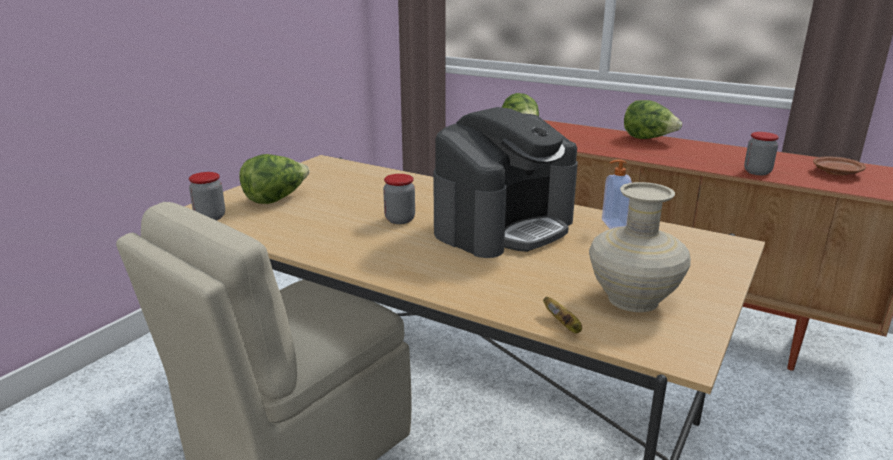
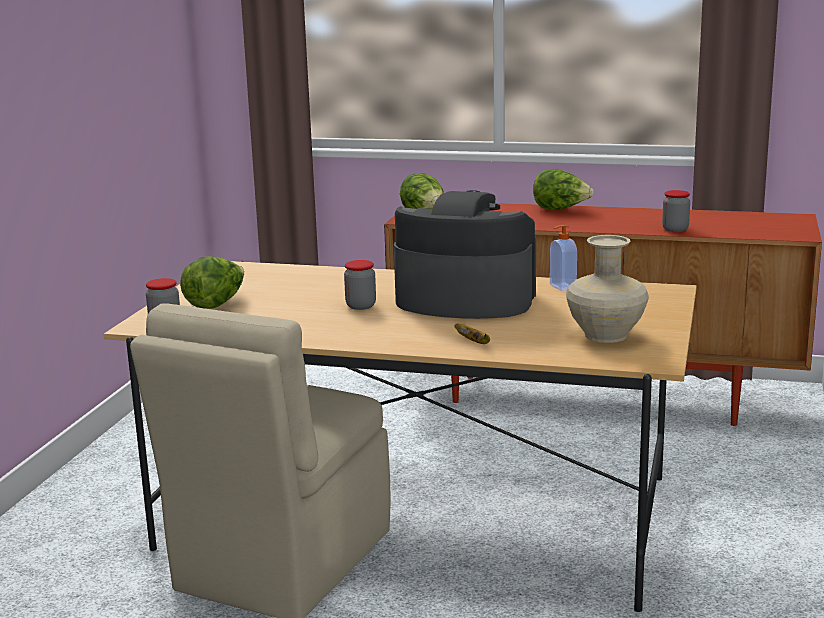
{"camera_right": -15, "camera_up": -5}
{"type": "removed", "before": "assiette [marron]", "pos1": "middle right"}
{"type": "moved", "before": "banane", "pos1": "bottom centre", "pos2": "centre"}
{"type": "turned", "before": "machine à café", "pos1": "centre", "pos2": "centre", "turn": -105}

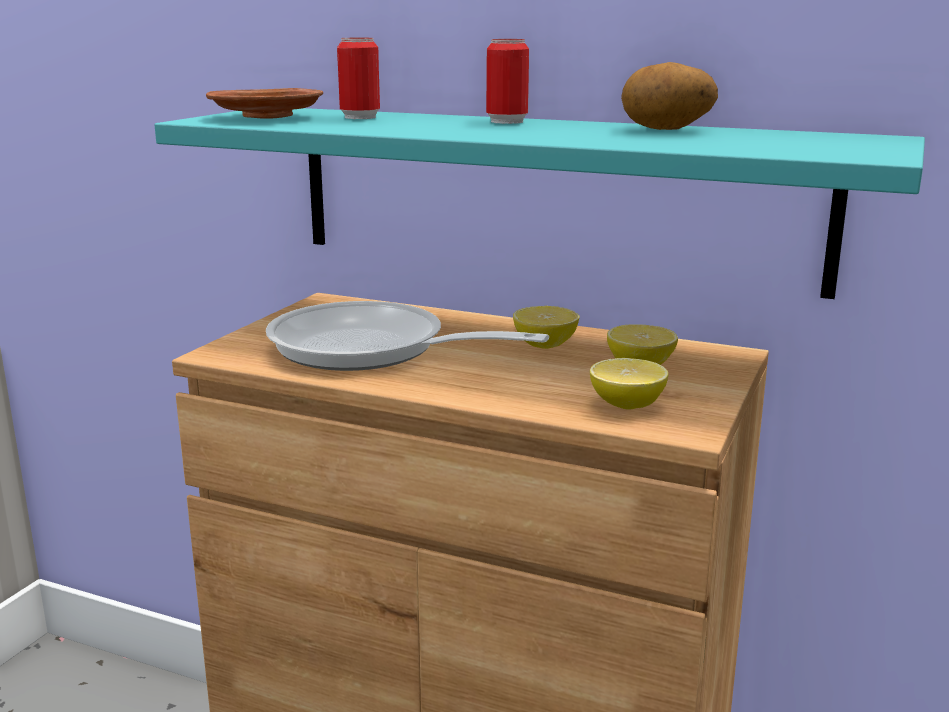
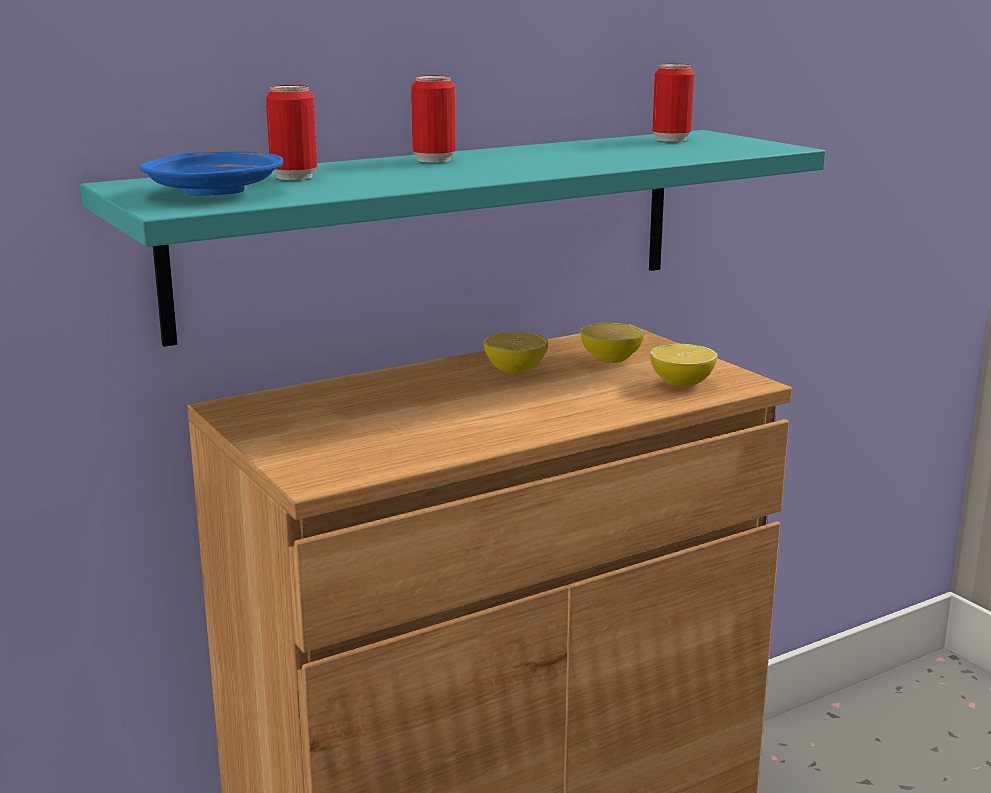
{"camera_right": -55, "camera_up": 0}
{"type": "removed", "before": "poêle", "pos1": "centre"}
{"type": "removed", "before": "pomme de terre", "pos1": "top right"}
{"type": "added", "after": "boîte métallique (3rd from left)", "pos2": "top right"}
{"type": "recoloured", "before": "assiette [marron]", "after": "assiette [bleu]", "pos1": "top left", "pos2": "top left"}

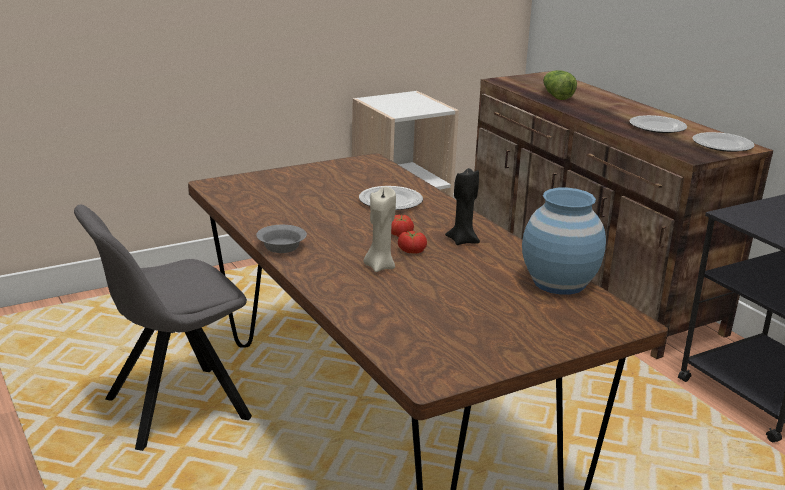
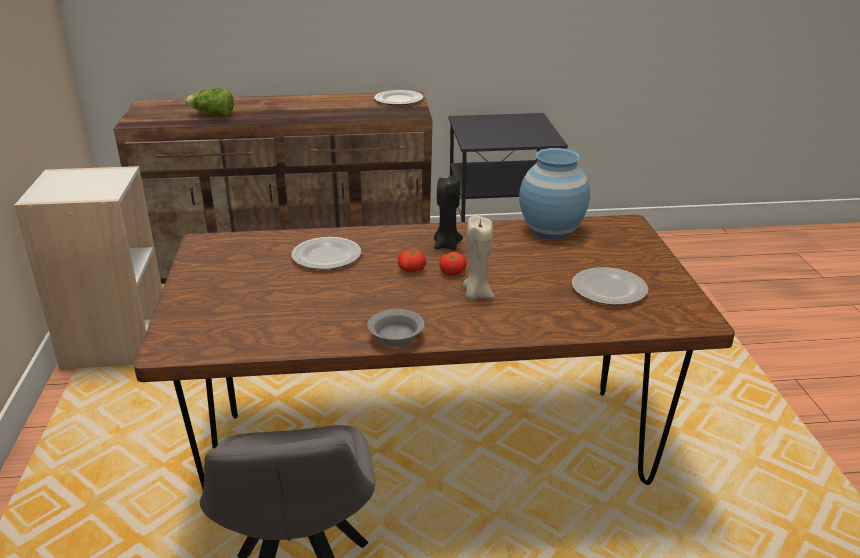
{"camera_right": -65, "camera_up": 5}
{"type": "moved", "before": "assiette (2nd from left in the first image)", "after": "assiette (3rd from left)", "pos1": "top right", "pos2": "middle right"}

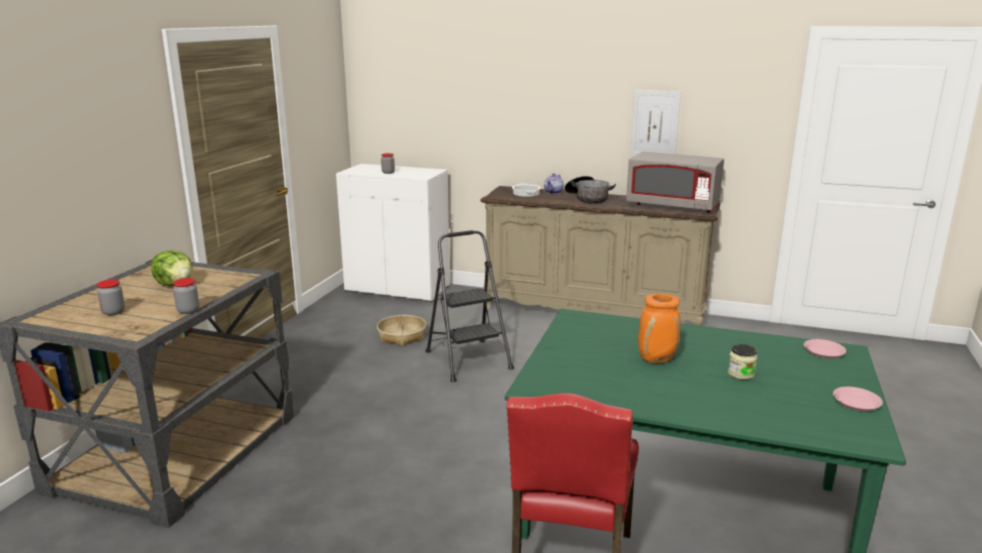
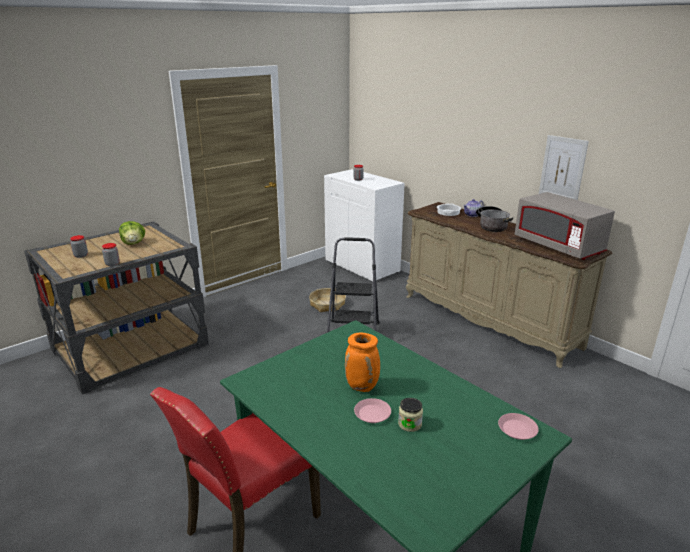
{"camera_right": 30, "camera_up": 5}
{"type": "moved", "before": "assiette [rose] (2nd from left in the first image)", "after": "assiette [rose] (1st from left)", "pos1": "bottom right", "pos2": "bottom centre"}

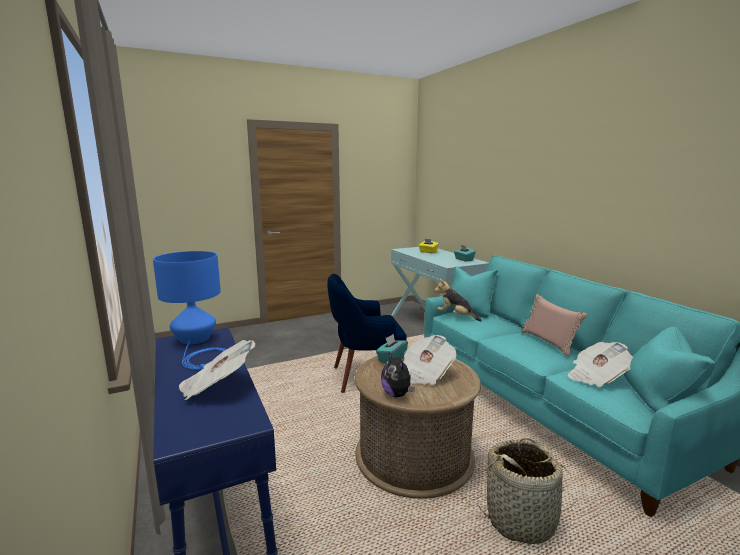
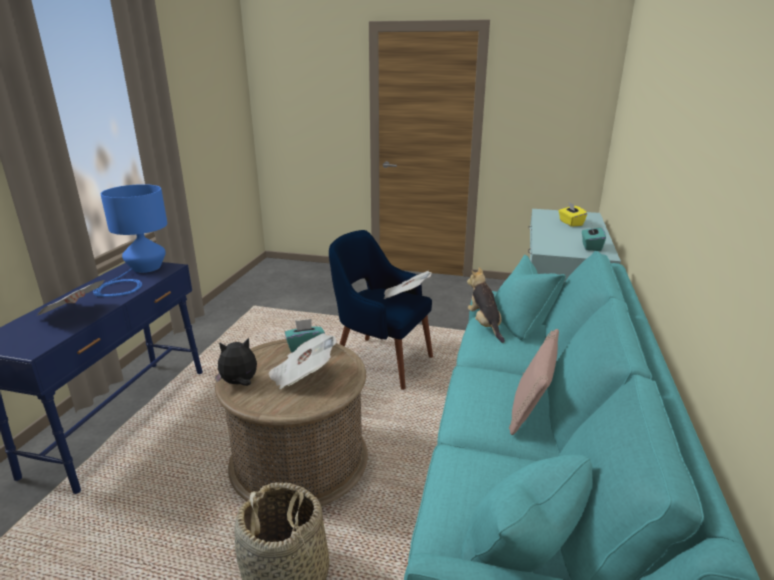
{"camera_right": 40, "camera_up": 10}
{"type": "moved", "before": "journal (3rd from left)", "pos1": "middle right", "pos2": "centre"}
{"type": "turned", "before": "peluche (1st from left)", "pos1": "bottom centre", "pos2": "middle left", "turn": 60}

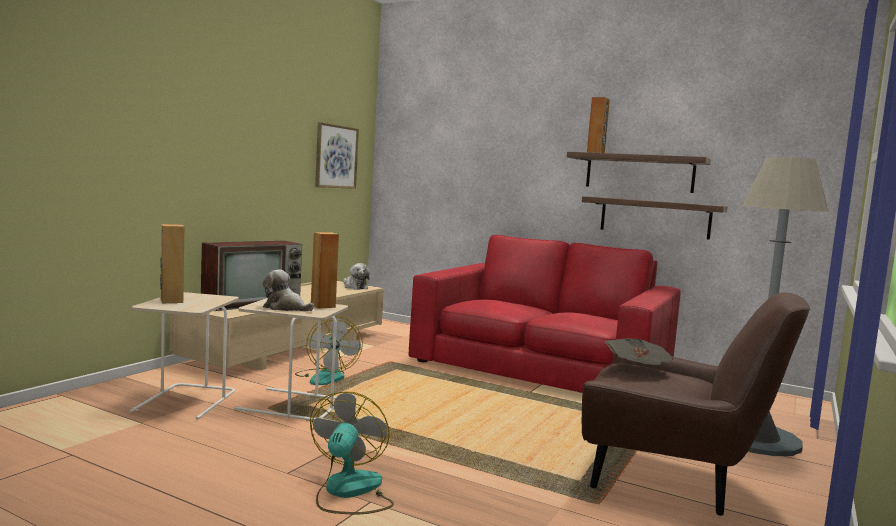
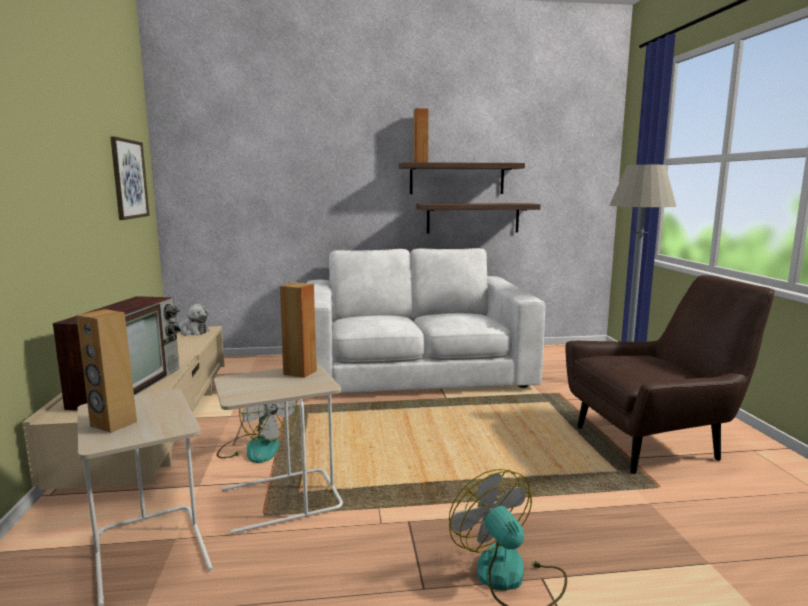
{"camera_right": -35, "camera_up": 5}
{"type": "removed", "before": "peluche (1st from left)", "pos1": "middle left"}
{"type": "removed", "before": "journal", "pos1": "bottom right"}
{"type": "recoloured", "before": "canapé [rouge]", "after": "canapé [blanc]", "pos1": "centre", "pos2": "centre"}

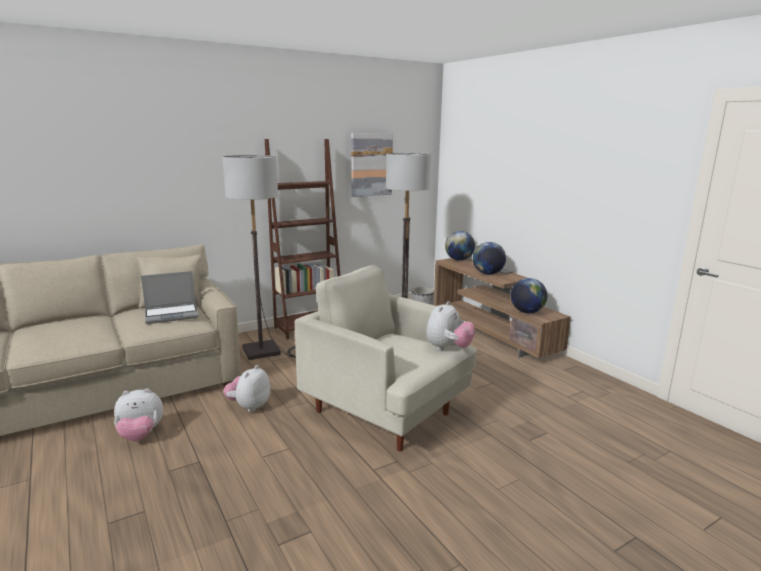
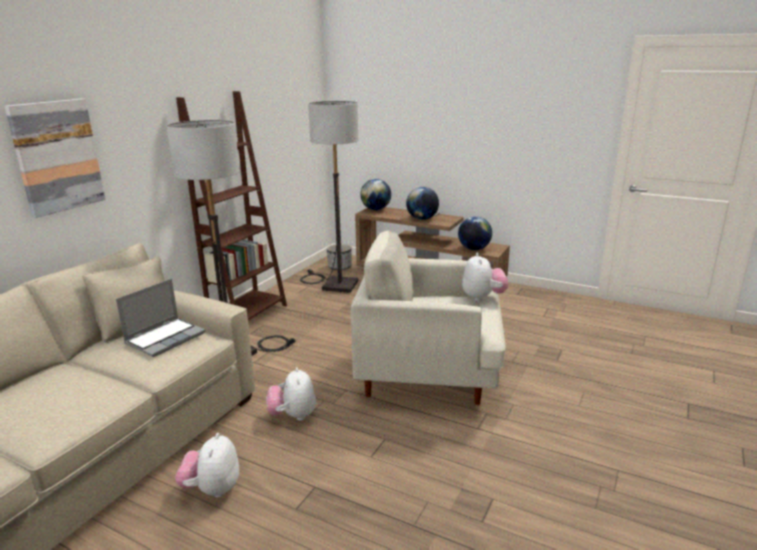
{"camera_right": -30, "camera_up": 5}
{"type": "moved", "before": "tableau", "pos1": "top centre", "pos2": "top left"}
{"type": "turned", "before": "peluche (1st from left)", "pos1": "bottom left", "pos2": "bottom left", "turn": 135}

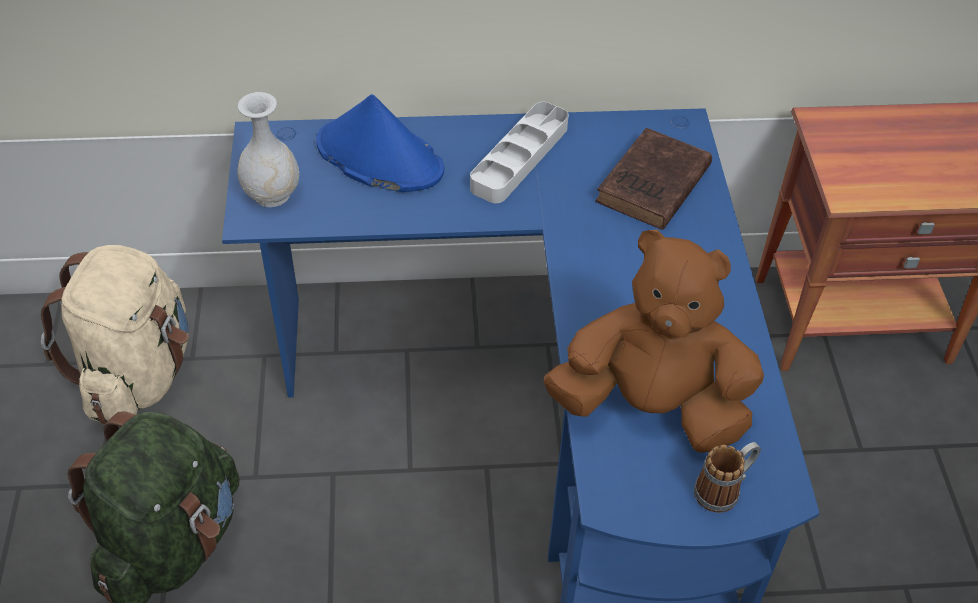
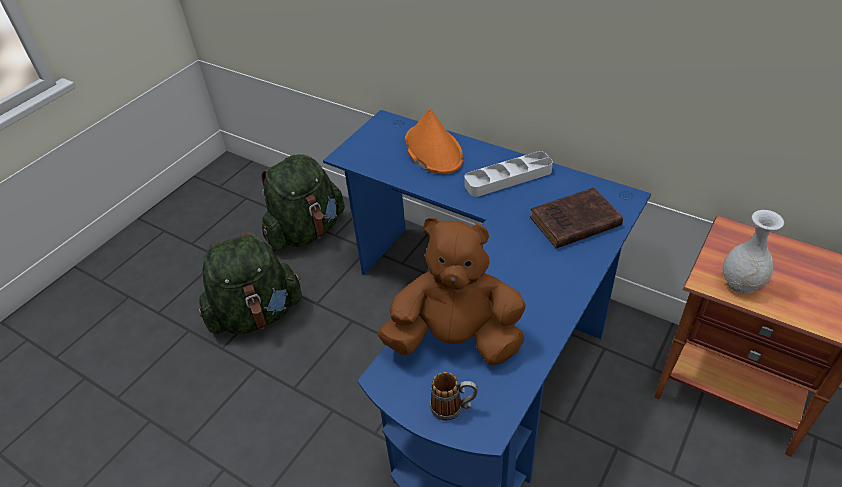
{"camera_right": 40, "camera_up": -5}
{"type": "moved", "before": "vase [blanc]", "pos1": "top left", "pos2": "middle right"}
{"type": "recoloured", "before": "sac à dos [beige]", "after": "sac à dos [vert] (2nd from left)", "pos1": "middle left", "pos2": "centre"}
{"type": "recoloured", "before": "chapeau [bleu]", "after": "chapeau [orange]", "pos1": "top centre", "pos2": "top centre"}
{"type": "turned", "before": "peluche [marron]", "pos1": "middle right", "pos2": "centre", "turn": -45}

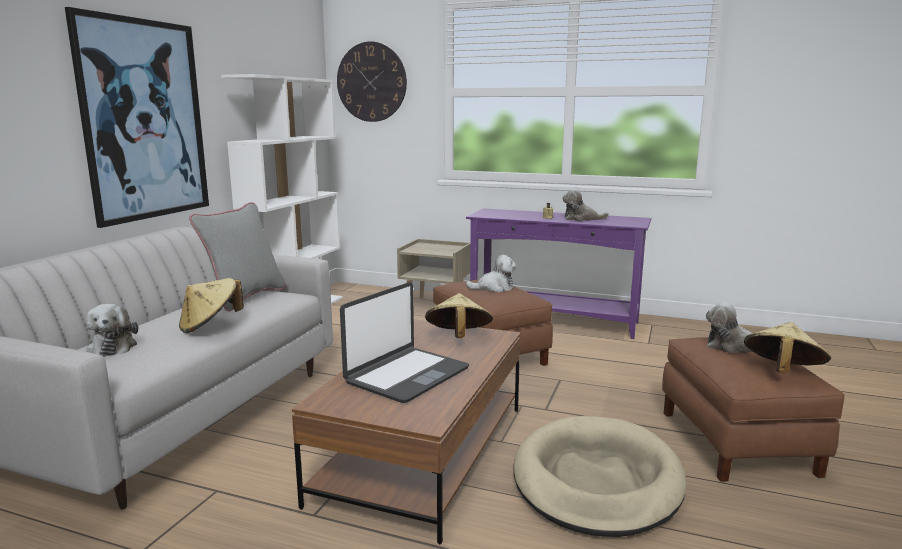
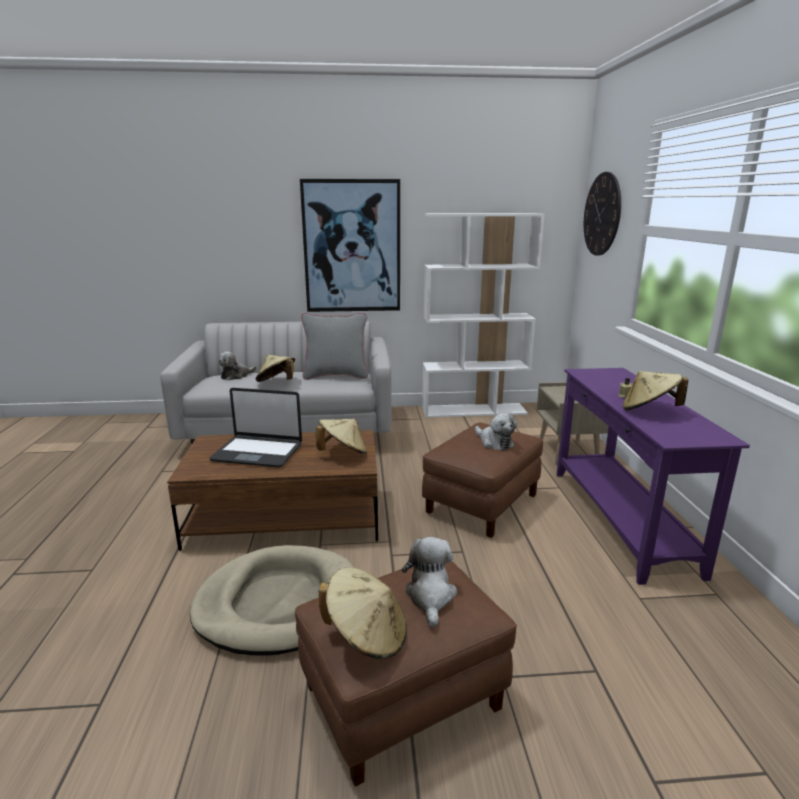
{"camera_right": 65, "camera_up": 5}
{"type": "replaced", "before": "peluche (3rd from left)", "after": "chapeau [beige] (4th from left)", "pos1": "centre", "pos2": "middle right"}

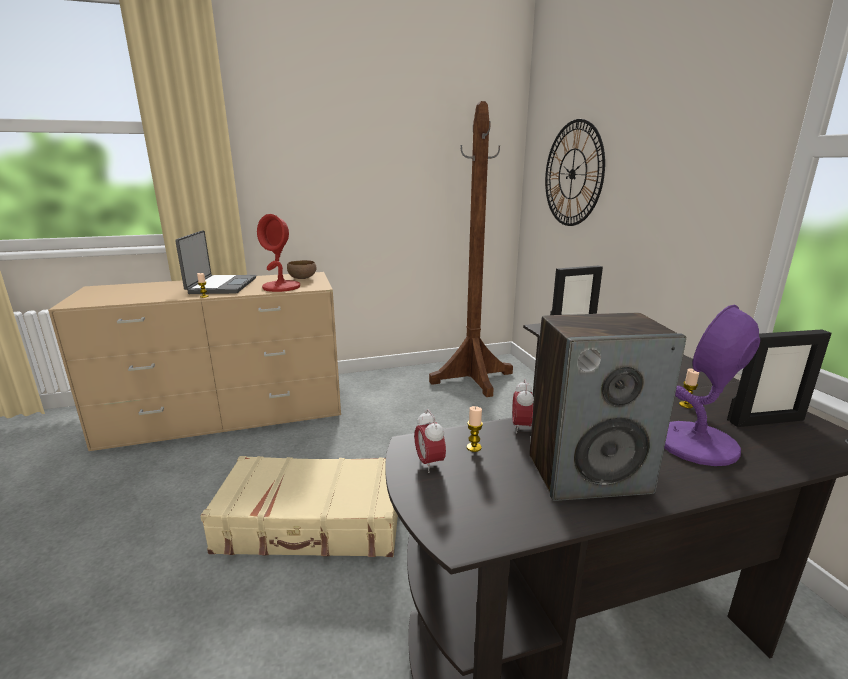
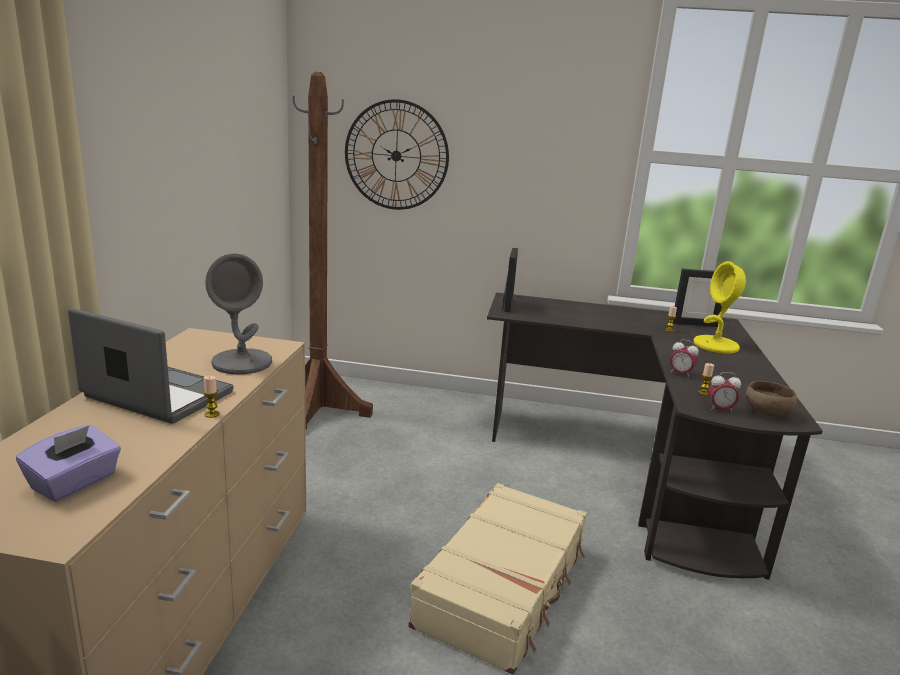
{"camera_right": -65, "camera_up": 0}
{"type": "removed", "before": "enceinte", "pos1": "middle right"}
{"type": "added", "after": "boîte à mouchoirs [violet]", "pos2": "bottom left"}
{"type": "moved", "before": "bol [marron]", "pos1": "centre", "pos2": "middle right"}
{"type": "recoloured", "before": "lampe de table [rouge]", "after": "lampe de table [gris]", "pos1": "middle left", "pos2": "middle left"}
{"type": "recoloured", "before": "lampe de table [violet]", "after": "lampe de table [jaune]", "pos1": "middle right", "pos2": "middle right"}
{"type": "turned", "before": "cadre photo (2nd from left)", "pos1": "middle right", "pos2": "middle right", "turn": 75}

